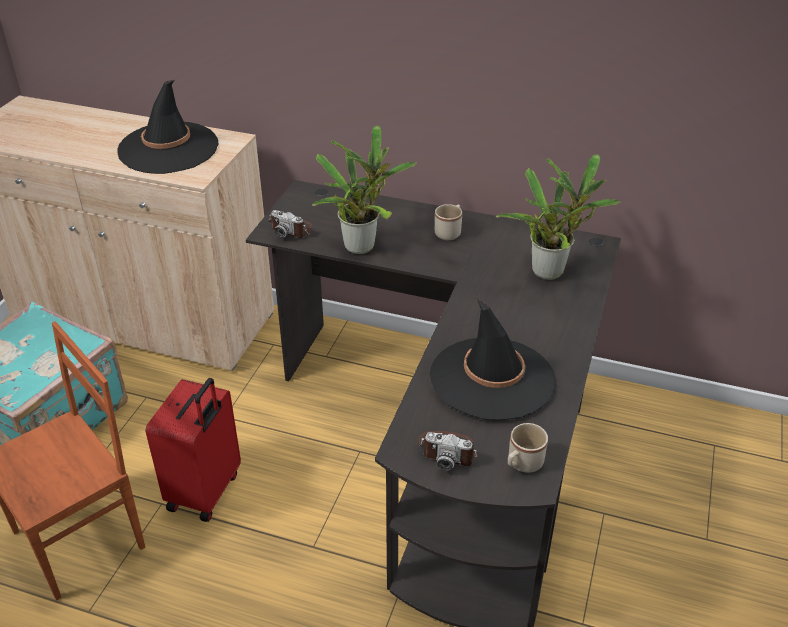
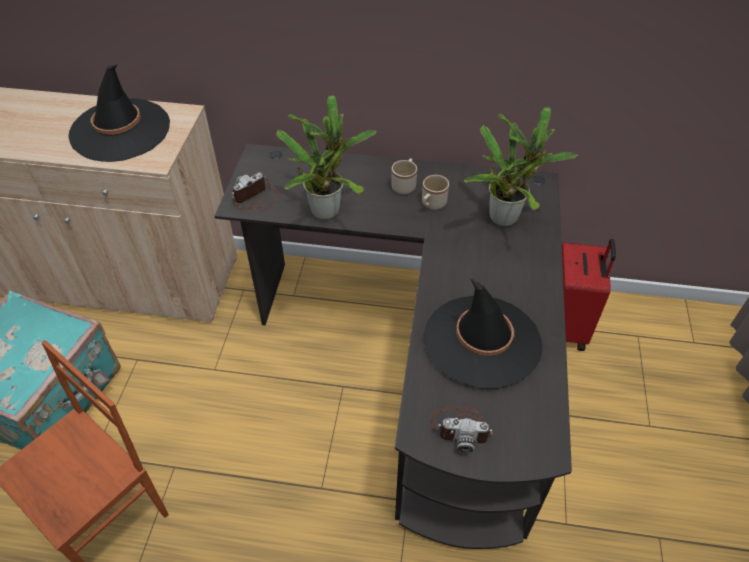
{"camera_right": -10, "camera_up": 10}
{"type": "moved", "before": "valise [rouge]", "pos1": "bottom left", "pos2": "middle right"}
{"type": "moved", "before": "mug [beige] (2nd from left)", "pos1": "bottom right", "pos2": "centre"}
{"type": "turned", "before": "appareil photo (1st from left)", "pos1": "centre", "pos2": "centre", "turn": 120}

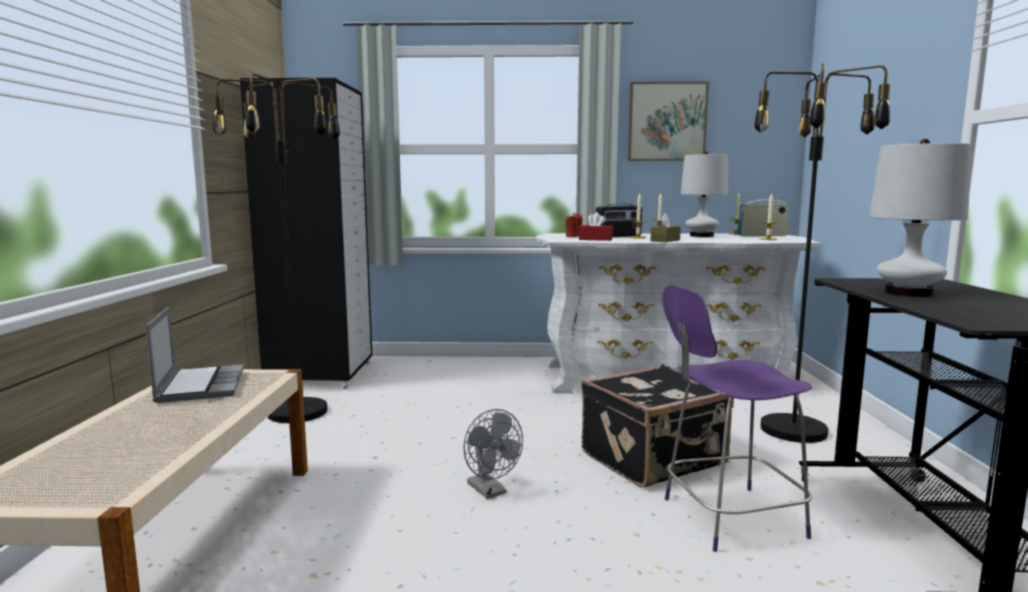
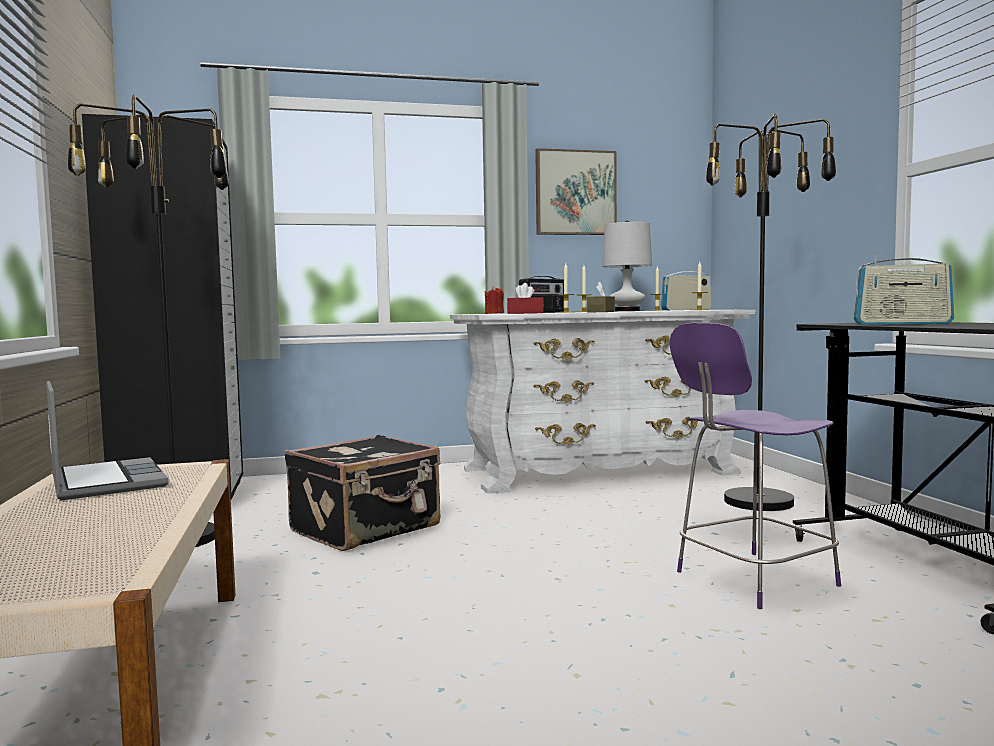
{"camera_right": -15, "camera_up": -5}
{"type": "removed", "before": "ventilateur [gris]", "pos1": "bottom centre"}
{"type": "moved", "before": "valise [noir]", "pos1": "bottom centre", "pos2": "centre"}
{"type": "replaced", "before": "lampe de table [blanc] (2nd from left)", "after": "radio (3rd from left)", "pos1": "middle right", "pos2": "middle right"}

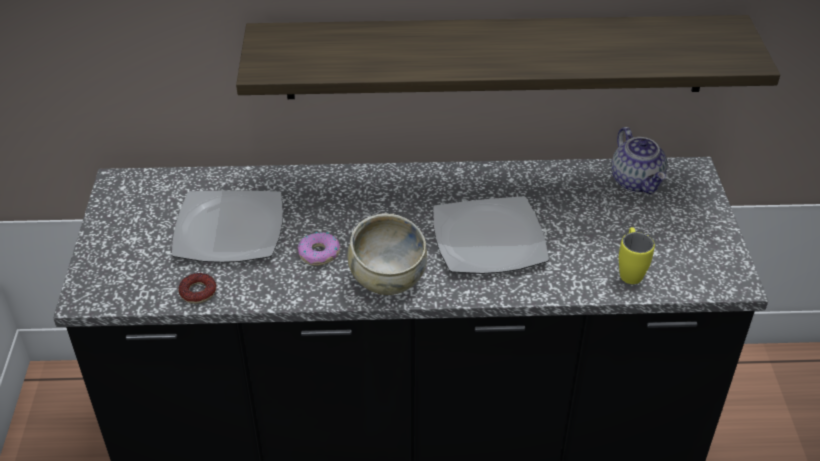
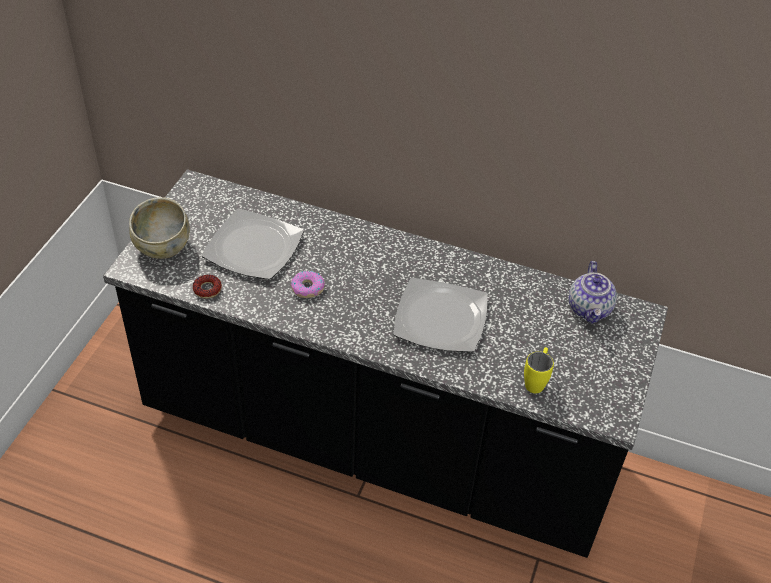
{"camera_right": 20, "camera_up": 5}
{"type": "removed", "before": "étagère", "pos1": "top centre"}
{"type": "moved", "before": "bol [beige]", "pos1": "centre", "pos2": "middle left"}

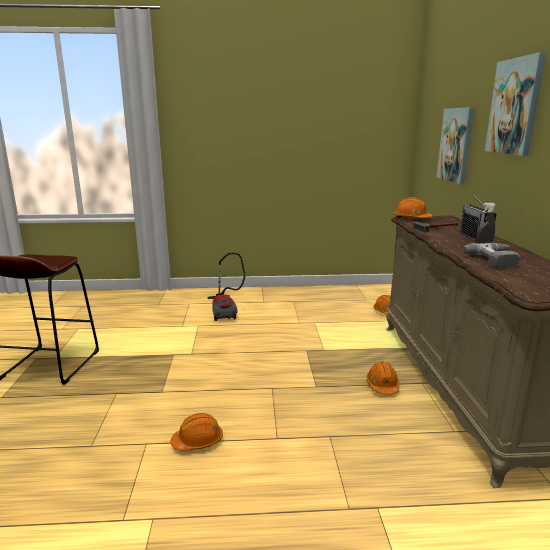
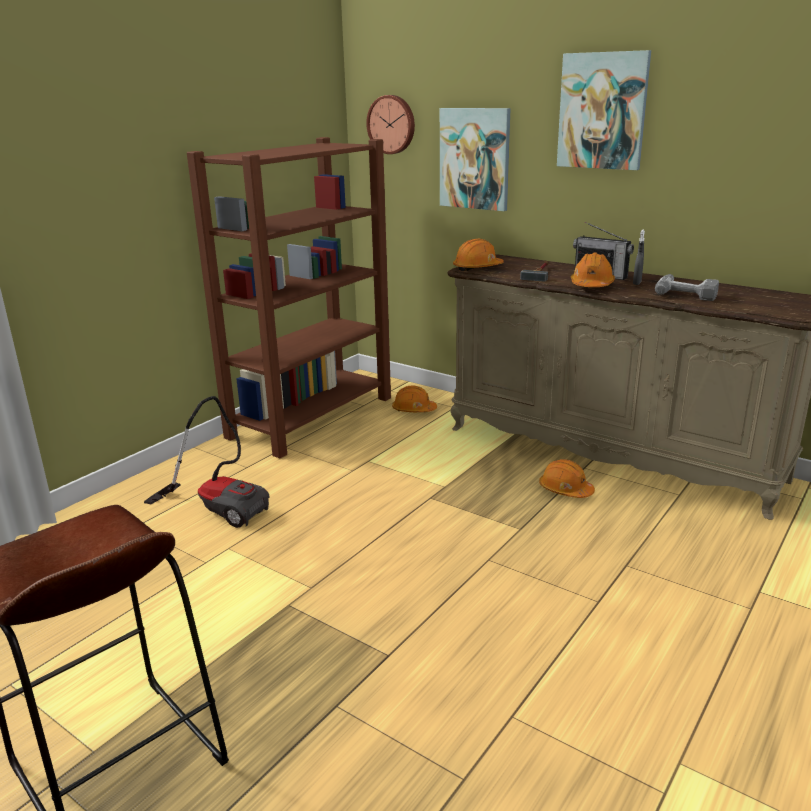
{"camera_right": -50, "camera_up": 5}
{"type": "added", "after": "bibliothèque [marron]", "pos2": "centre"}
{"type": "added", "after": "horloge murale", "pos2": "top centre"}
{"type": "moved", "before": "casque de chantier [orange] (1st from left in the first image)", "after": "casque de chantier [orange] (4th from left)", "pos1": "bottom centre", "pos2": "top right"}

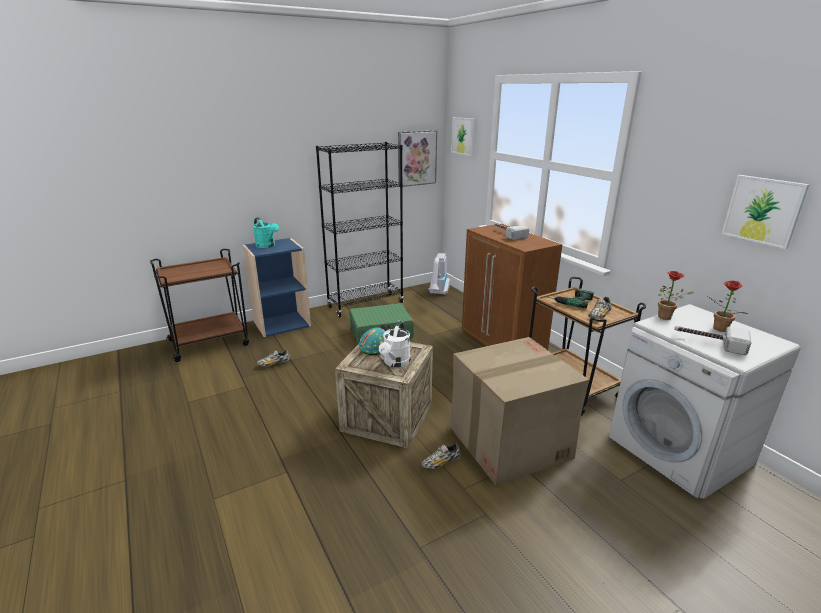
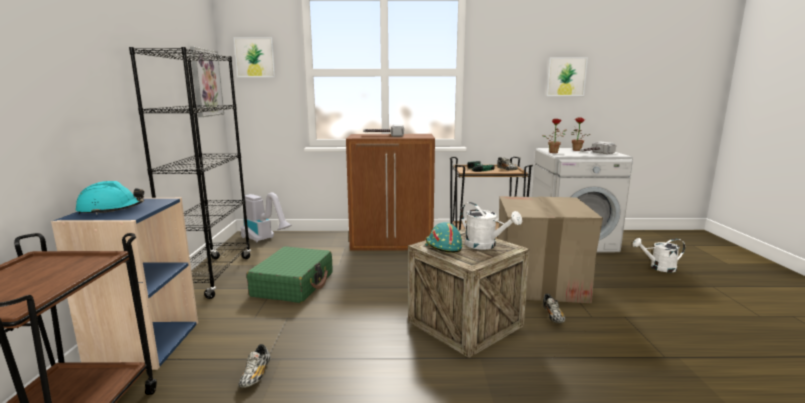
{"camera_right": -60, "camera_up": -10}
{"type": "added", "after": "arrosoir [blanc] (2nd from left)", "pos2": "middle right"}
{"type": "replaced", "before": "arrosoir [turquoise]", "after": "casque de chantier [turquoise] (1st from left)", "pos1": "middle left", "pos2": "middle left"}

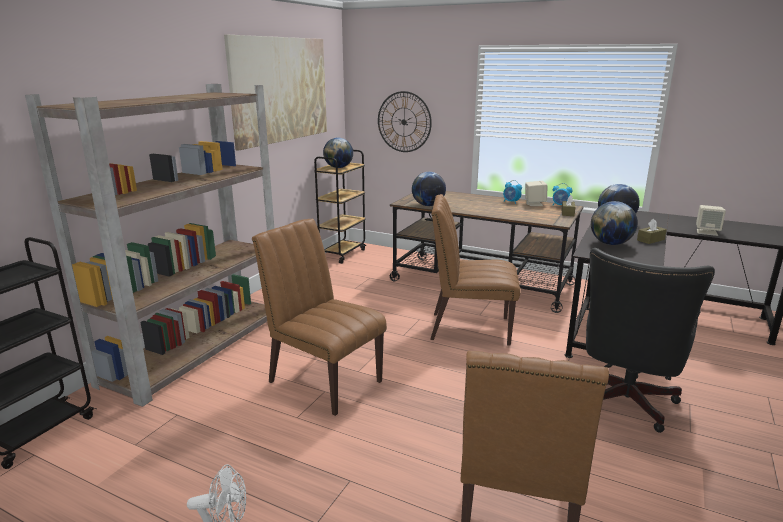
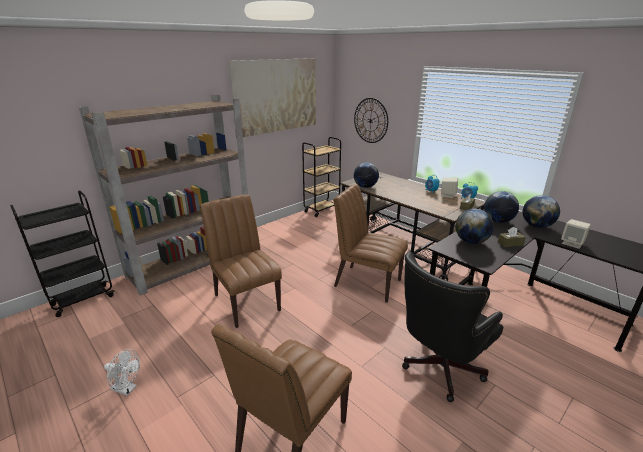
{"camera_right": 20, "camera_up": 5}
{"type": "moved", "before": "globe (1st from left in the first image)", "after": "globe (4th from left)", "pos1": "top centre", "pos2": "middle right"}

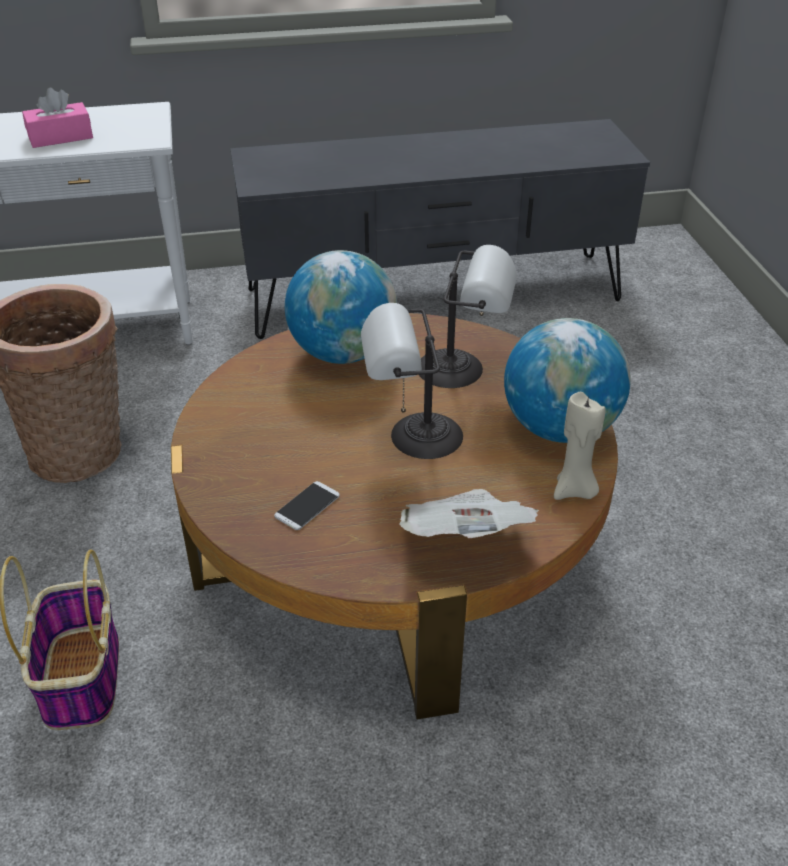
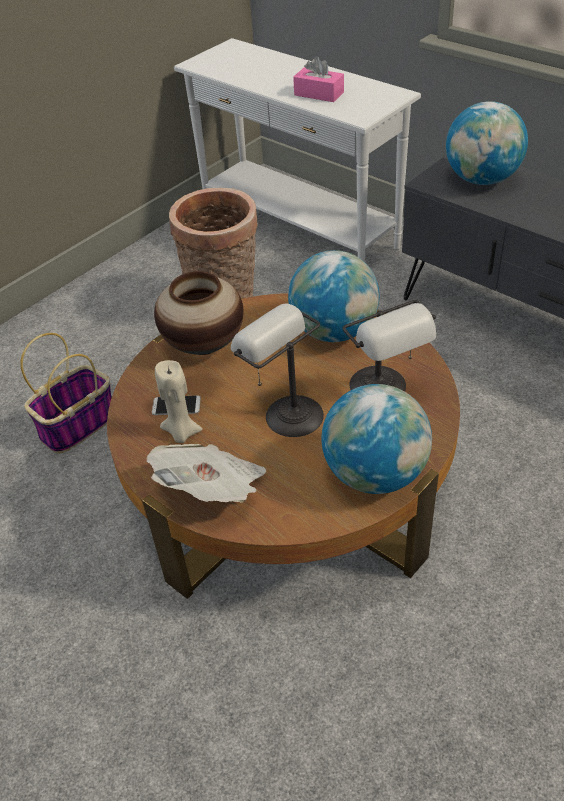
{"camera_right": 55, "camera_up": 5}
{"type": "added", "after": "vase", "pos2": "centre"}
{"type": "added", "after": "globe (3rd from left)", "pos2": "top right"}
{"type": "moved", "before": "bougie [beige]", "pos1": "middle right", "pos2": "middle left"}

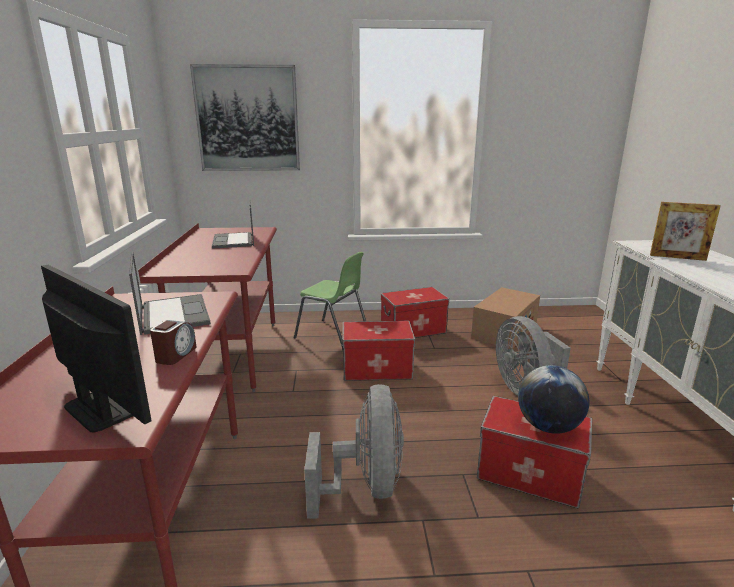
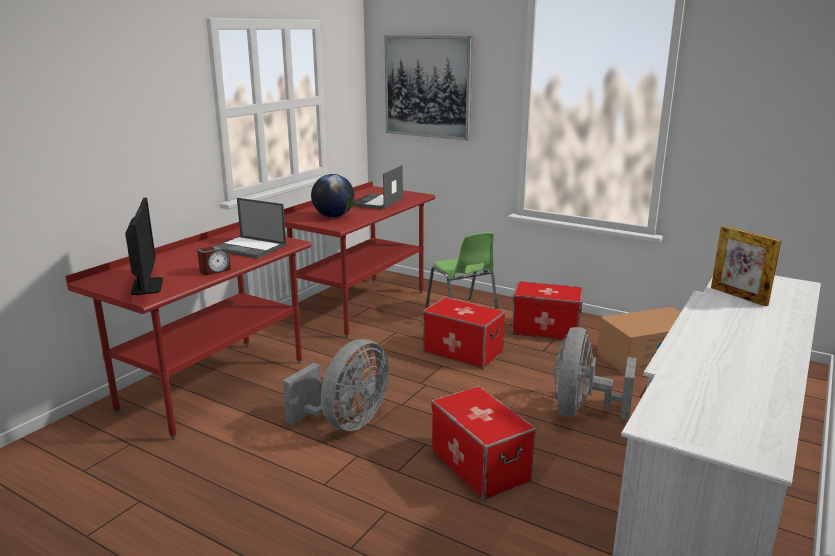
{"camera_right": 35, "camera_up": 0}
{"type": "moved", "before": "globe", "pos1": "bottom right", "pos2": "centre"}
{"type": "turned", "before": "ordinateur portable (1st from left)", "pos1": "middle left", "pos2": "middle left", "turn": 105}

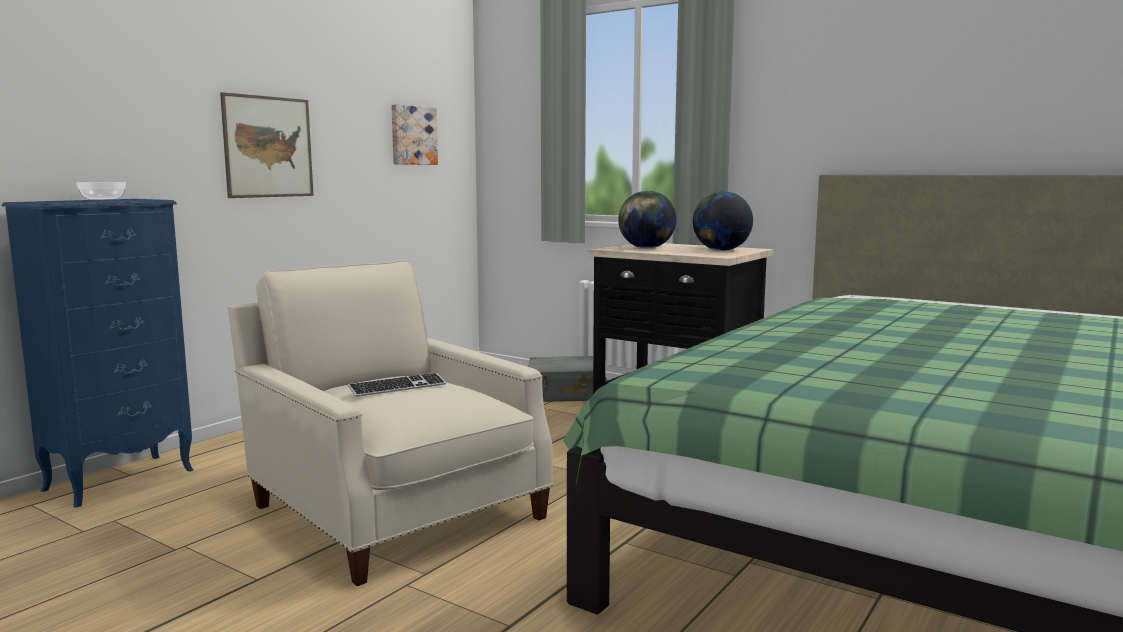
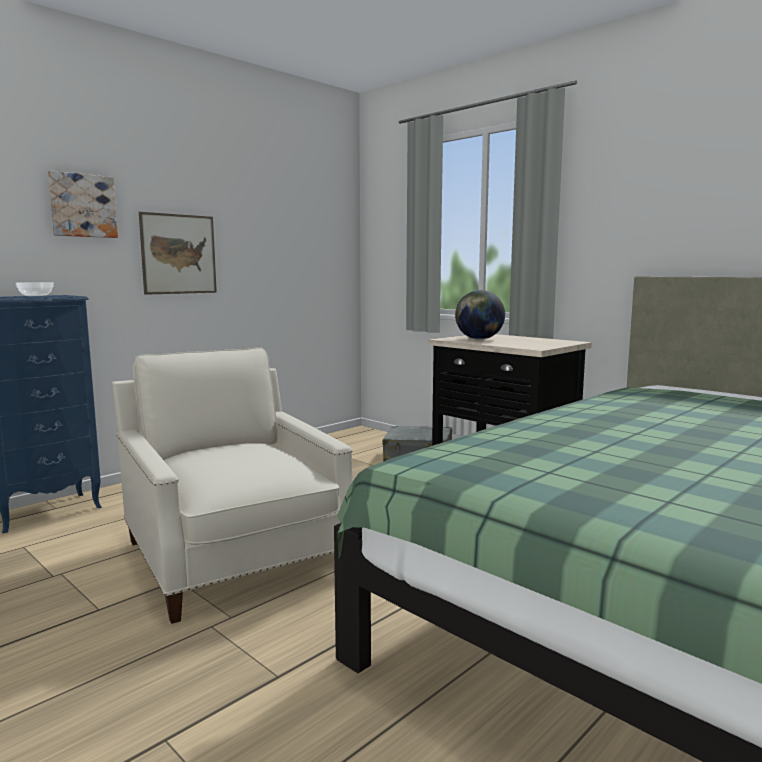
{"camera_right": 10, "camera_up": 0}
{"type": "removed", "before": "clavier", "pos1": "centre"}
{"type": "removed", "before": "globe (2nd from left)", "pos1": "centre"}
{"type": "moved", "before": "tableau (2nd from left in the first image)", "after": "tableau (1st from left)", "pos1": "top centre", "pos2": "top left"}

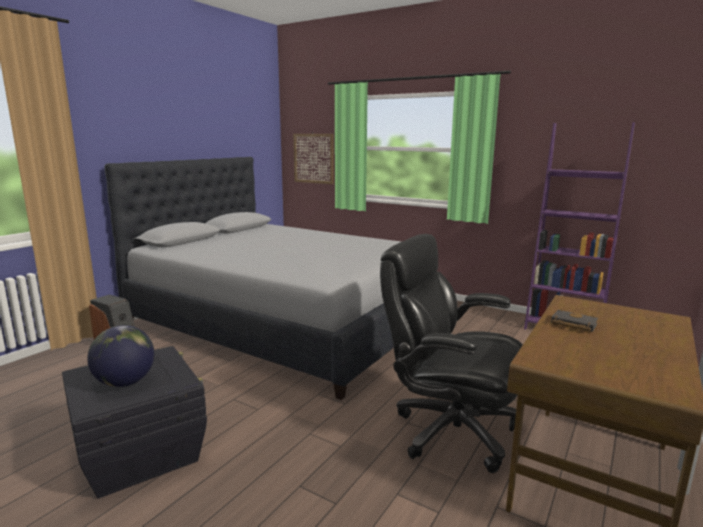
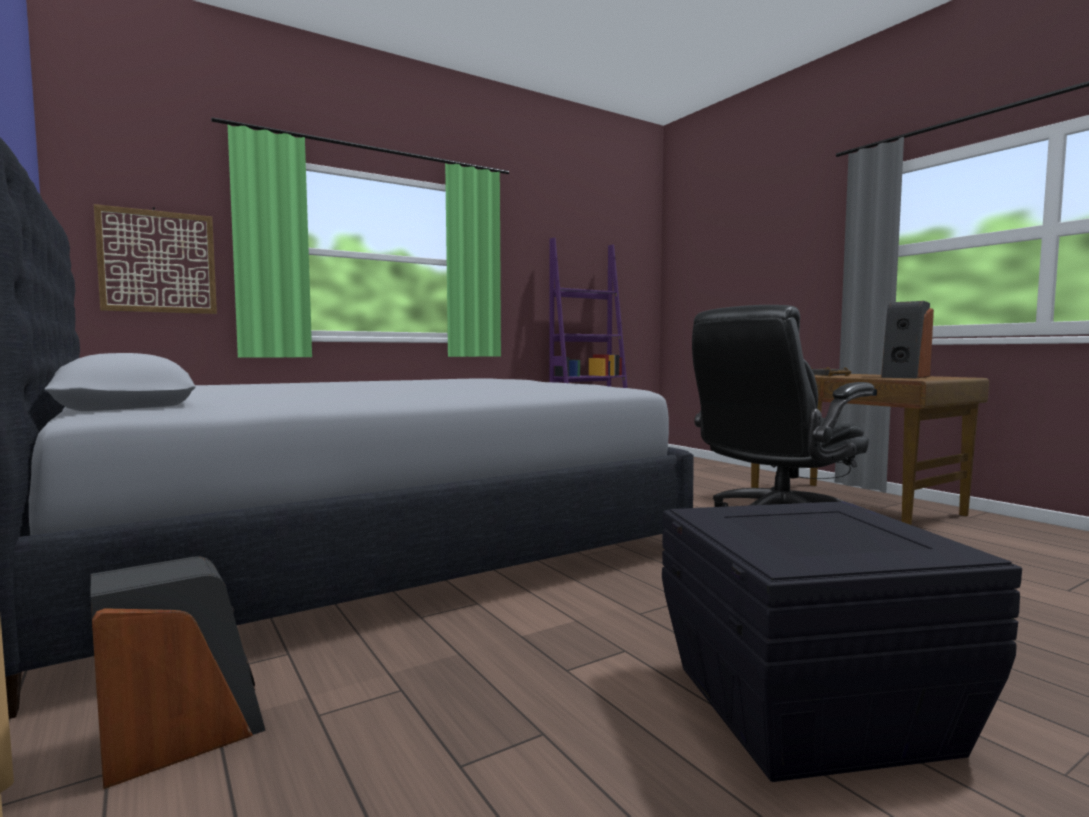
{"camera_right": -65, "camera_up": -10}
{"type": "removed", "before": "globe", "pos1": "bottom left"}
{"type": "added", "after": "enceinte (2nd from left)", "pos2": "middle right"}

